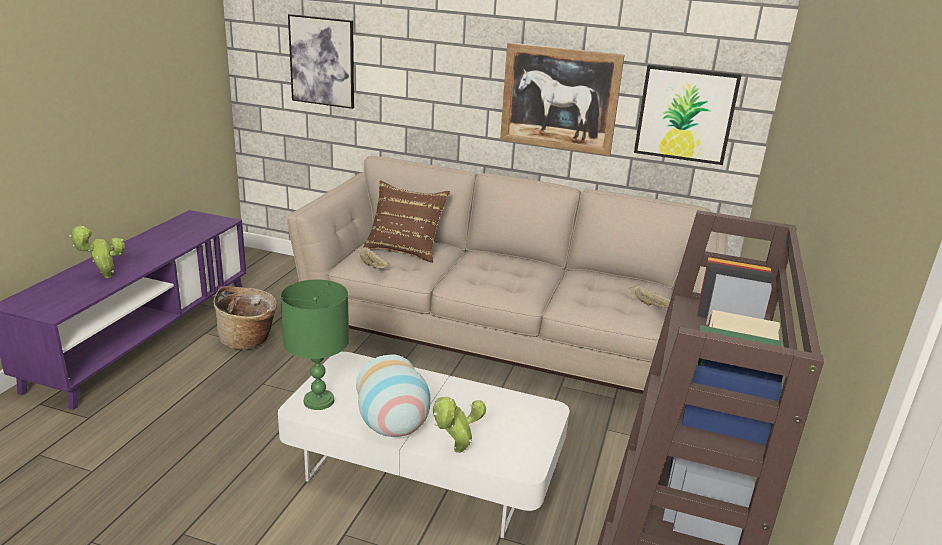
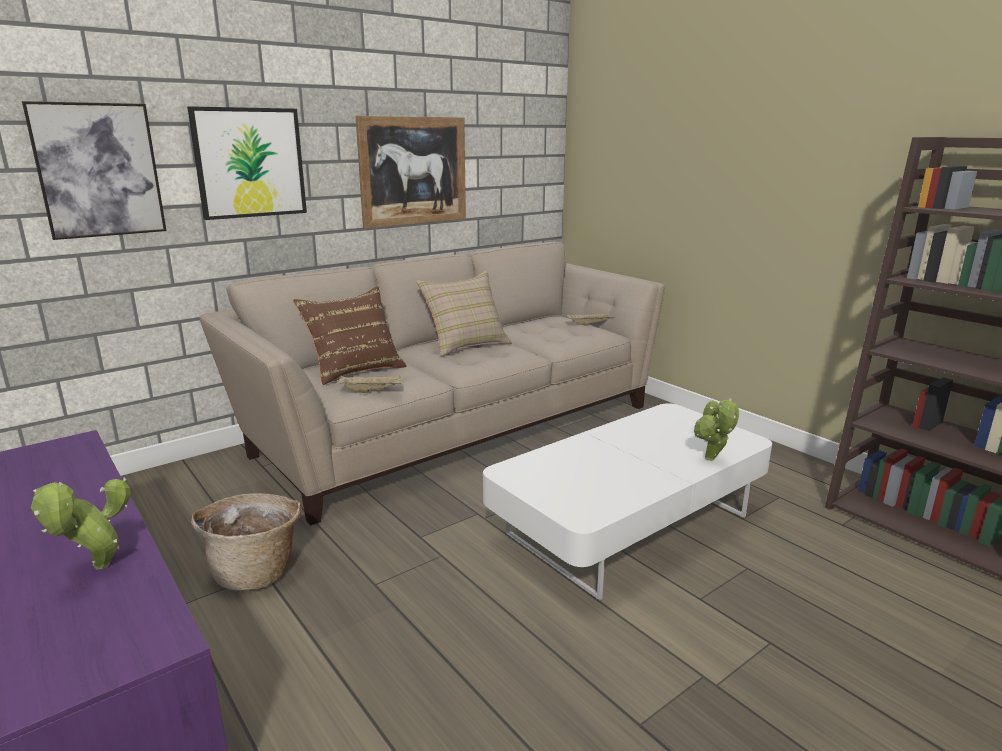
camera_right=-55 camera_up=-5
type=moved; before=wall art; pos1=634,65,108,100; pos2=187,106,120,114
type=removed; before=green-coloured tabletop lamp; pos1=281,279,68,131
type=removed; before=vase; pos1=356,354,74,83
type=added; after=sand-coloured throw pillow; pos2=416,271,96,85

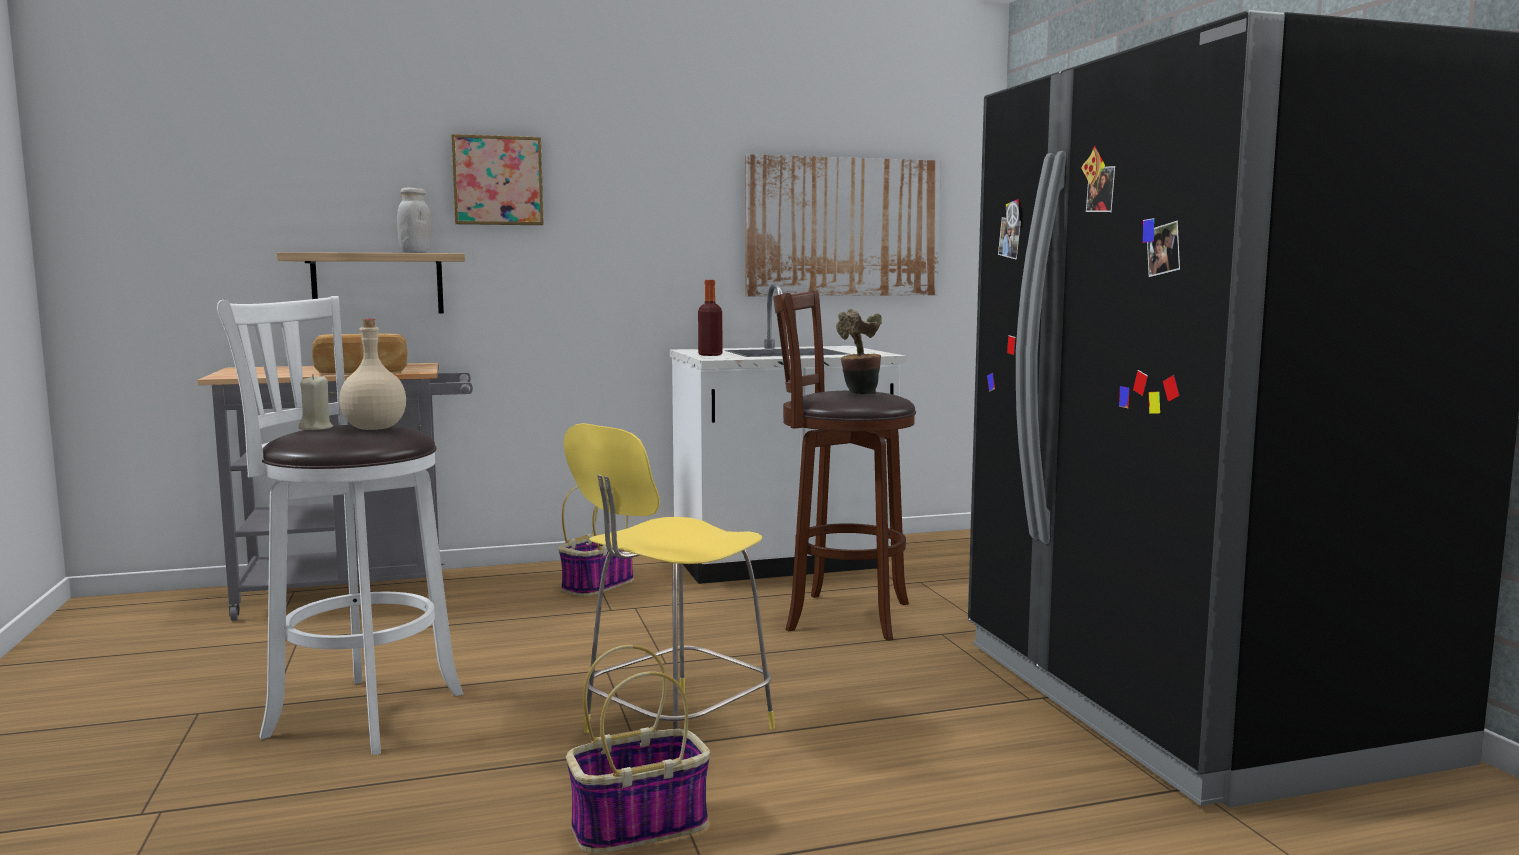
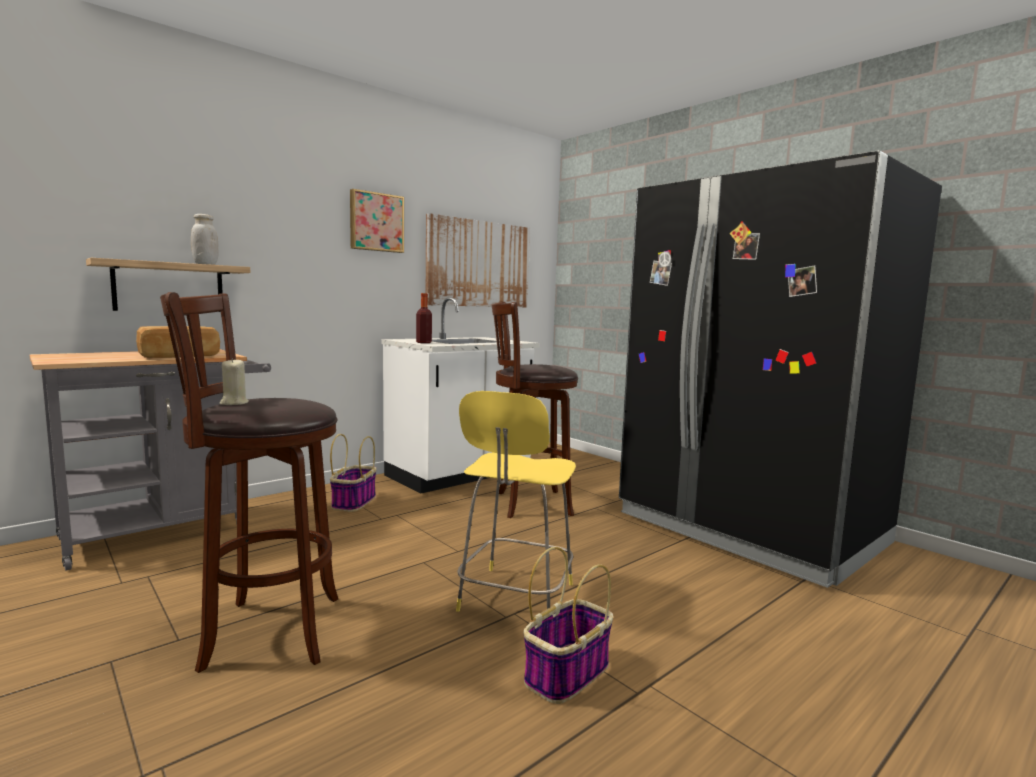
camera_right=-25 camera_up=0
type=moved; before=wall art; pos1=451,134,93,91; pos2=350,189,54,64
type=recoloured; before=white stool seat; after=brown stool seat; pos1=217,296,247,459; pos2=160,292,178,381
type=removed; before=plant in a pot; pos1=836,309,46,85
type=removed; before=sand-coloured drink bottle; pos1=339,319,67,111

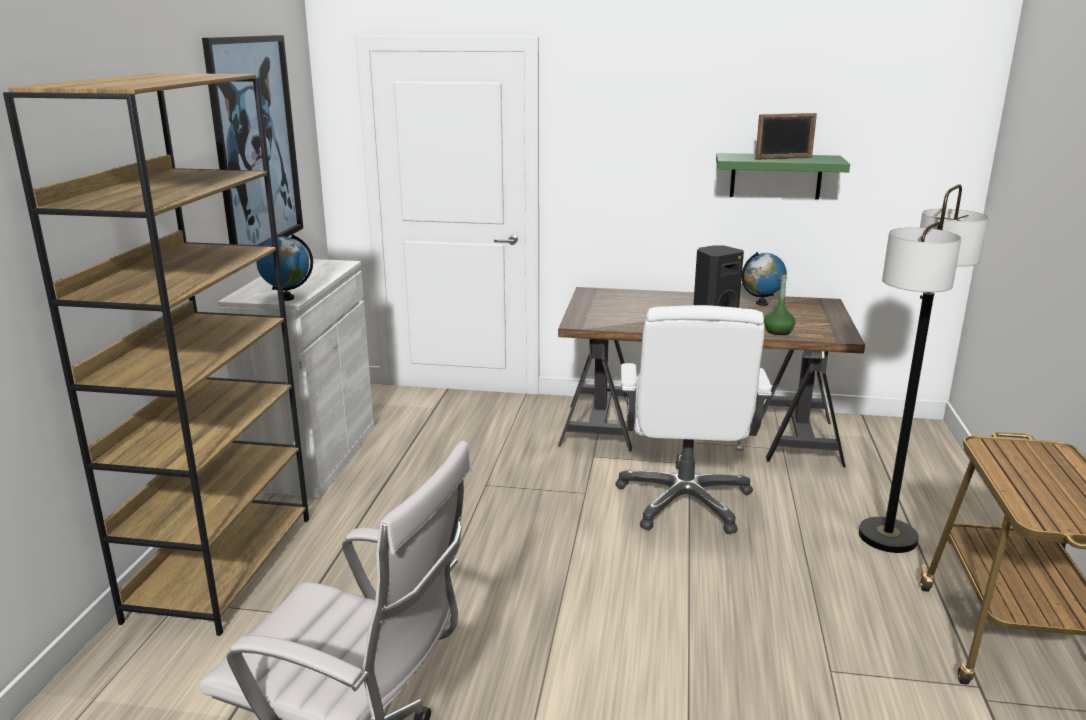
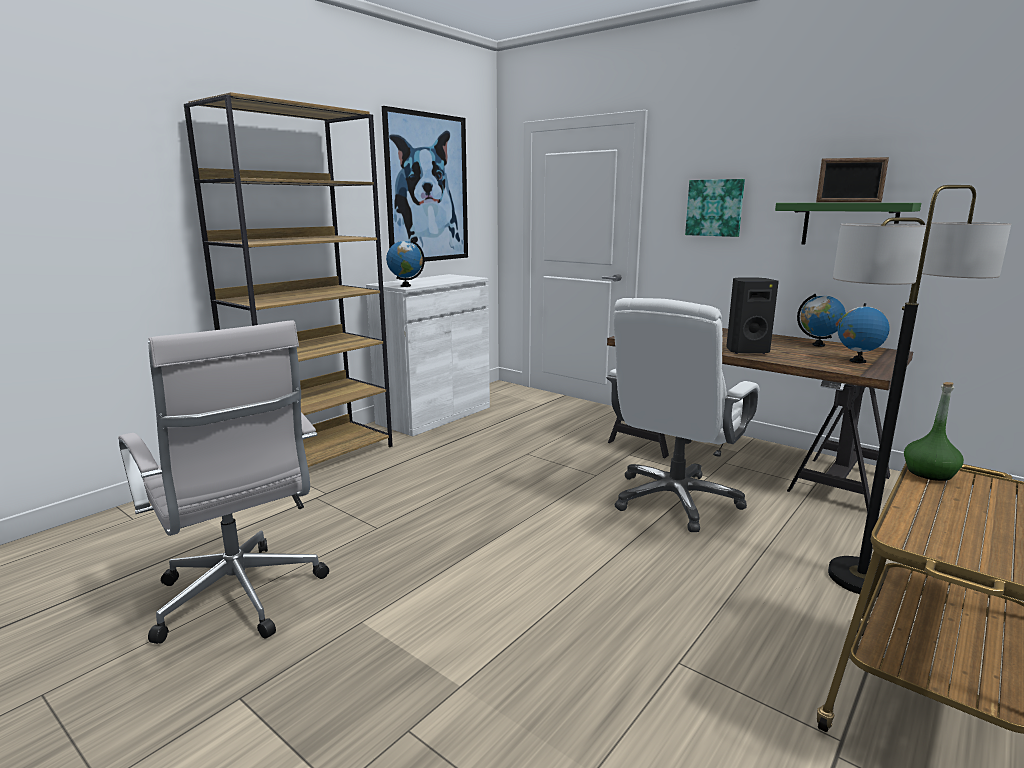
camera_right=30 camera_up=-5
type=moved; before=green-coloured drink bottle; pos1=764,275,32,60; pos2=904,382,60,99
type=added; after=wall art; pos2=685,179,60,58
type=added; after=desk globe; pos2=838,303,52,60

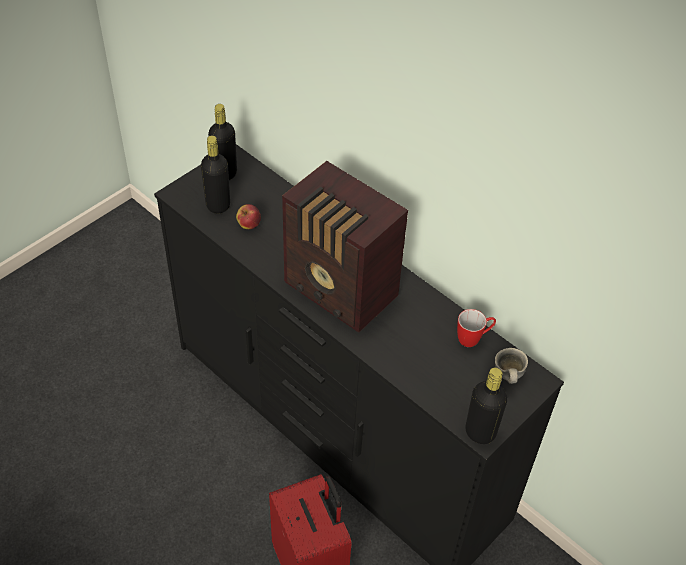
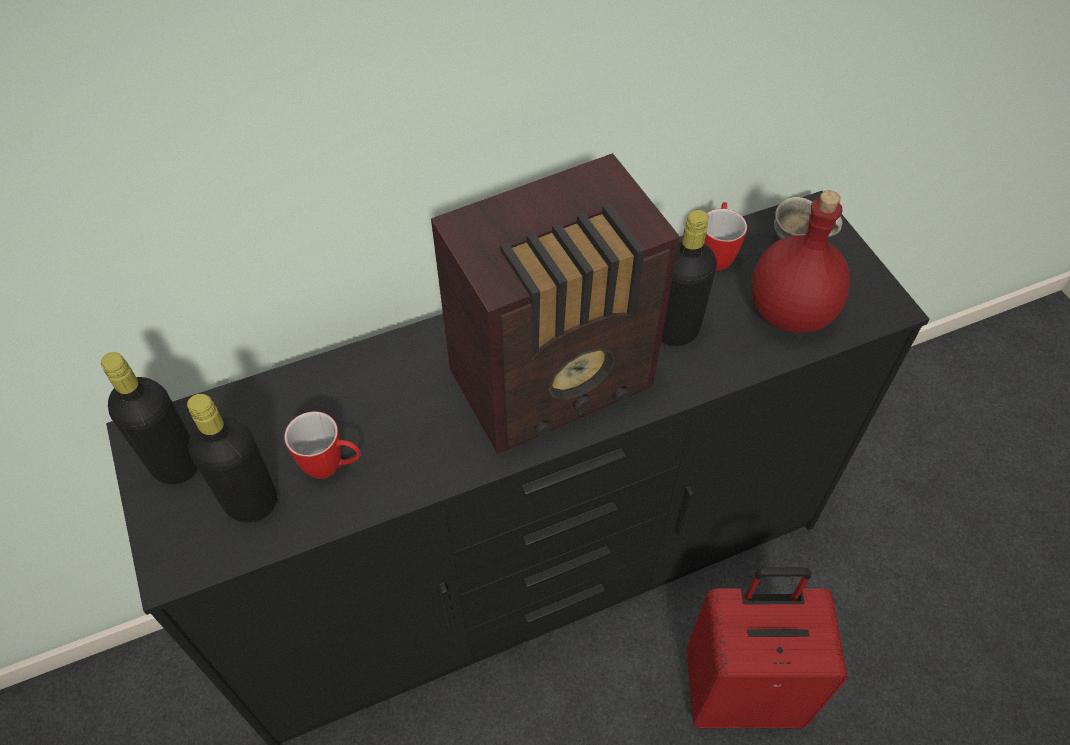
camera_right=-65 camera_up=5
type=replaced; before=apple fruit; after=mug; pos1=236,204,25,25; pos2=284,411,77,68
type=moved; before=blackish drink bottle; pos1=465,368,42,76; pos2=661,210,56,136
type=added; after=red-coloured drink bottle; pos2=751,190,99,143

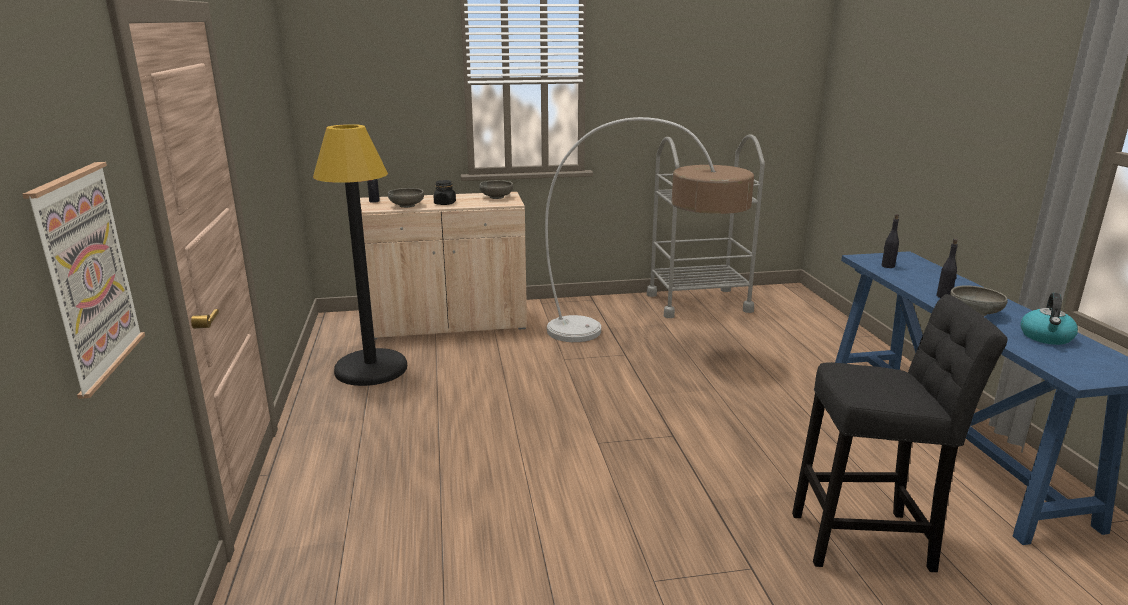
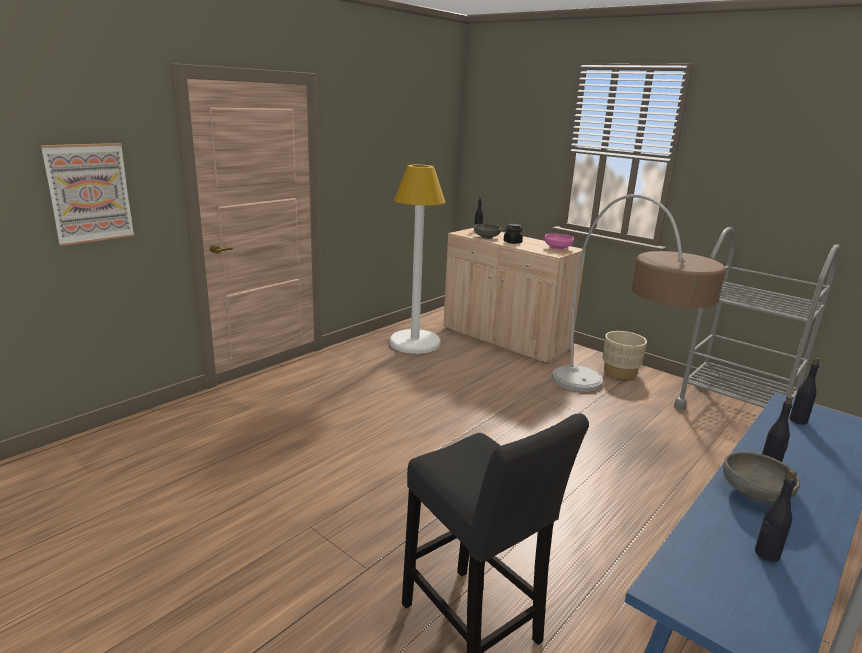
camera_right=50 camera_up=0
type=recoloured; before=blackish standard lamp; after=white standard lamp; pos1=313,124,94,262; pos2=389,165,56,189
type=recoloured; before=greyish bowl; after=pinkish bowl; pos1=479,180,34,19; pos2=544,233,30,17
type=replaced; before=kettle; after=blackish drink bottle; pos1=1021,293,57,52; pos2=755,470,42,92
type=added; after=sand-coloured flower pot; pos2=603,331,44,48

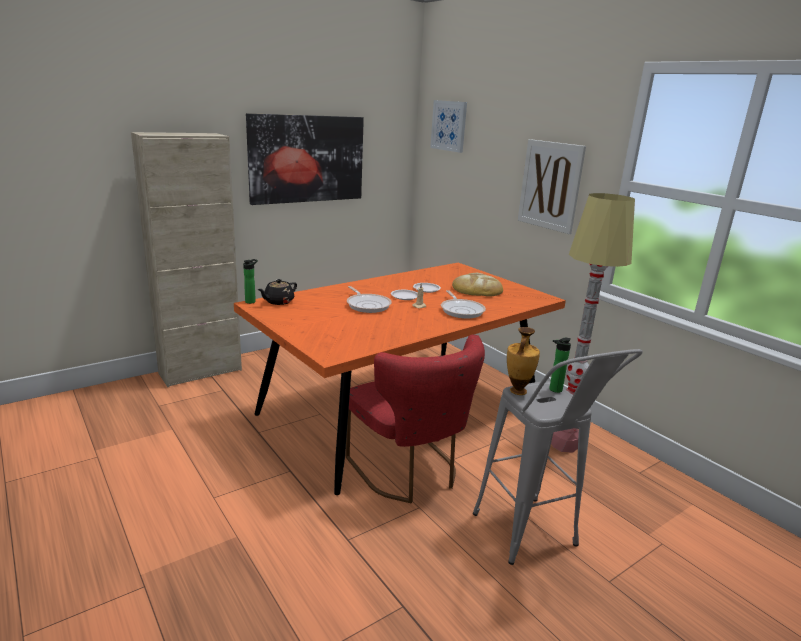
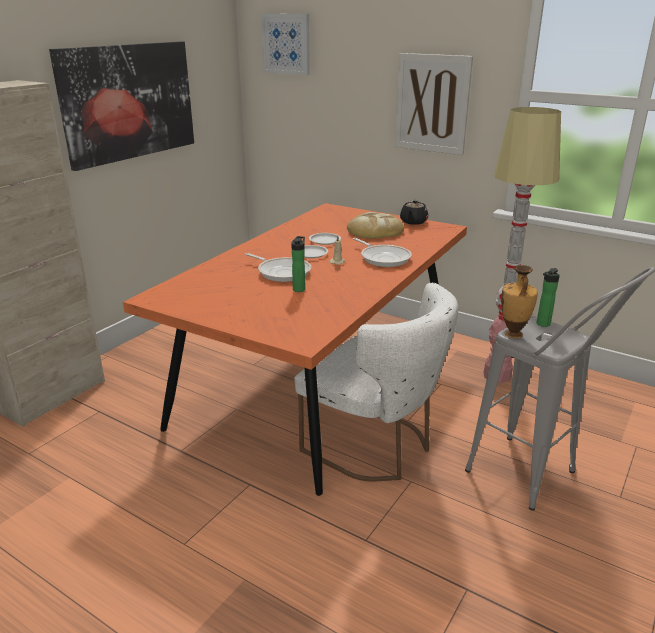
camera_right=-20 camera_up=5
type=moved; before=drink bottle; pos1=243,259,15,45; pos2=291,236,14,56
type=moved; before=blackish tea pot; pos1=258,279,39,26; pos2=400,200,28,25
type=recoloured; before=red-coloured chair; after=white chair; pos1=346,334,139,169; pos2=294,283,164,199

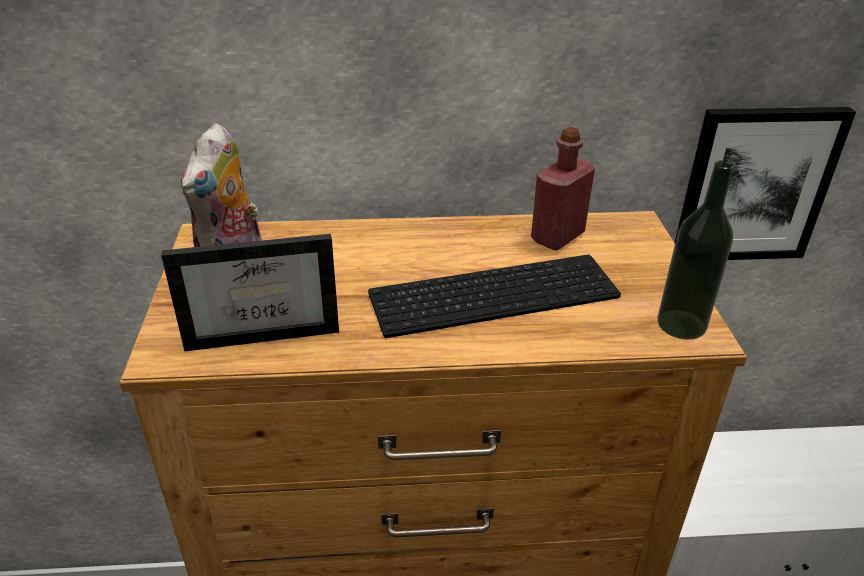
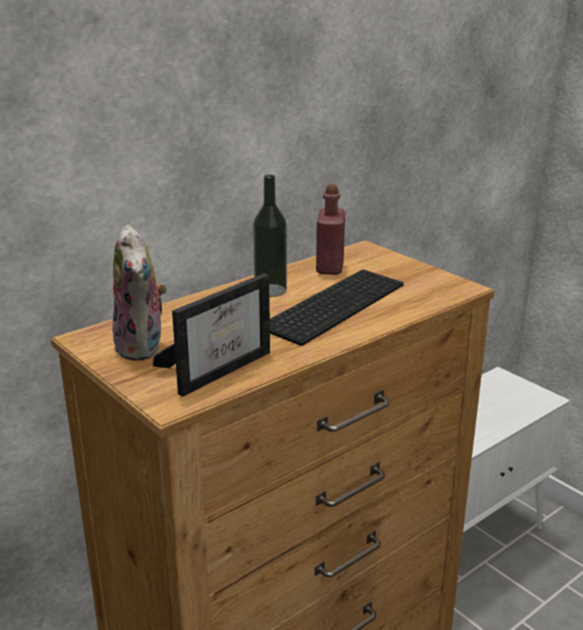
camera_right=-35 camera_up=-10
type=removed; before=wall art; pos1=674,107,182,153
type=moved; before=drink bottle; pos1=657,160,77,180; pos2=253,175,34,122

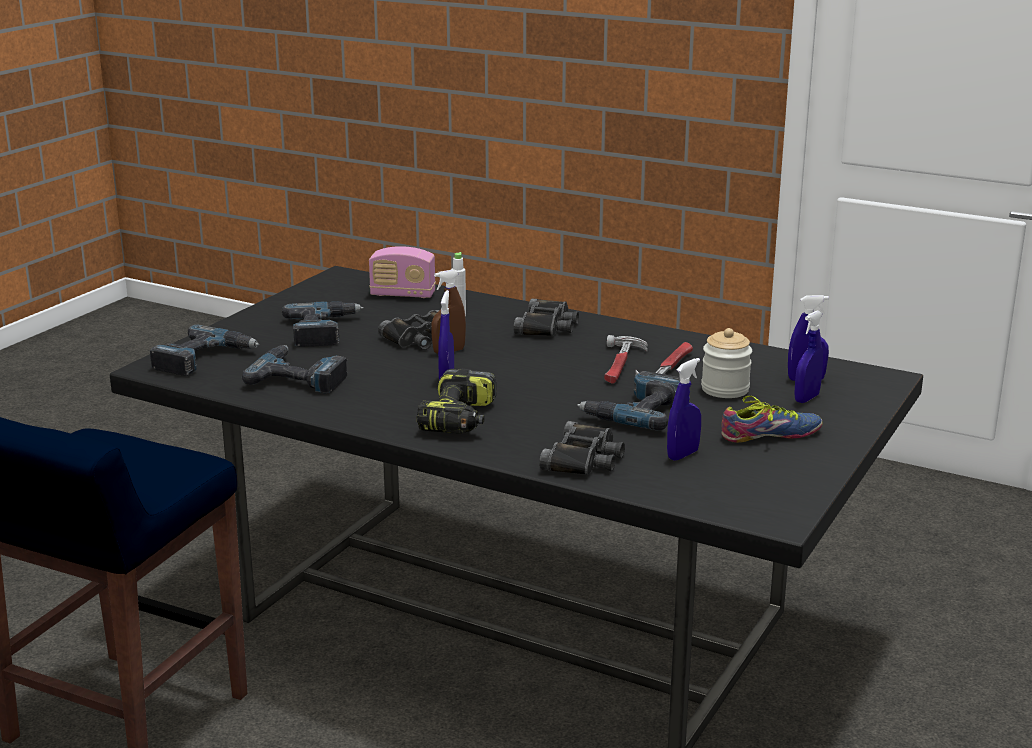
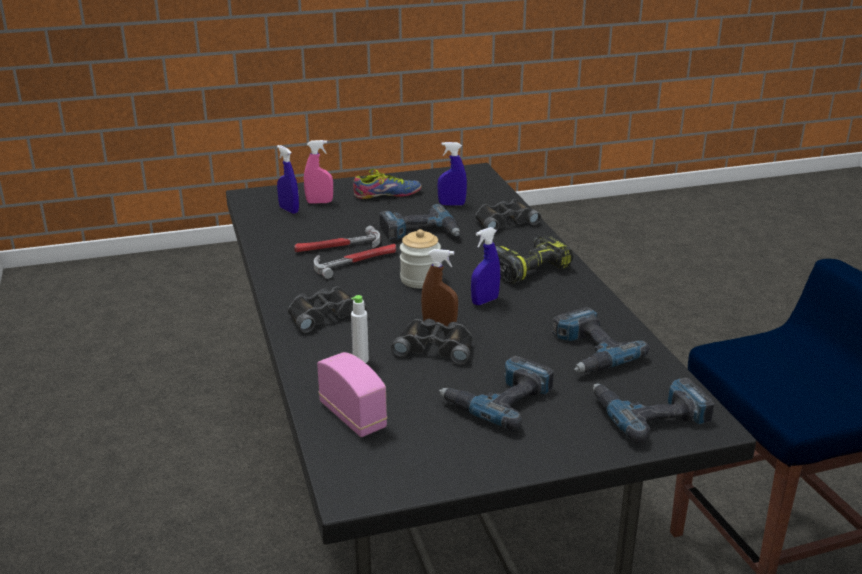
camera_right=-135 camera_up=5
type=recoloured; before=blue-coloured sprayer; after=pinkish sprayer; pos1=794,311,29,92; pos2=304,140,29,64
type=moved; before=jar; pos1=701,328,51,70; pos2=400,229,41,59
type=turned; before=shoe; pos1=721,396,102,47; pos2=353,169,69,30; turn=135

